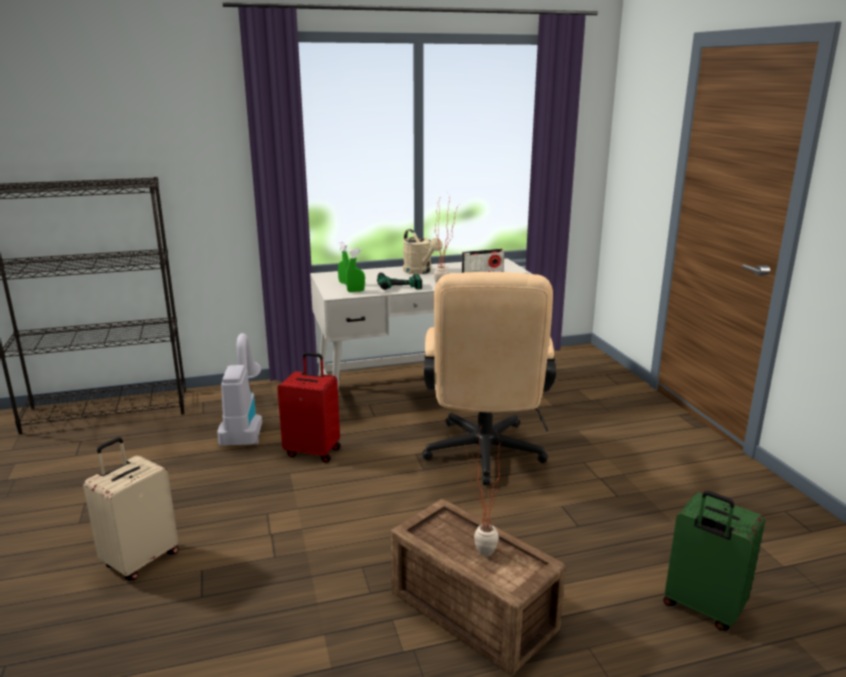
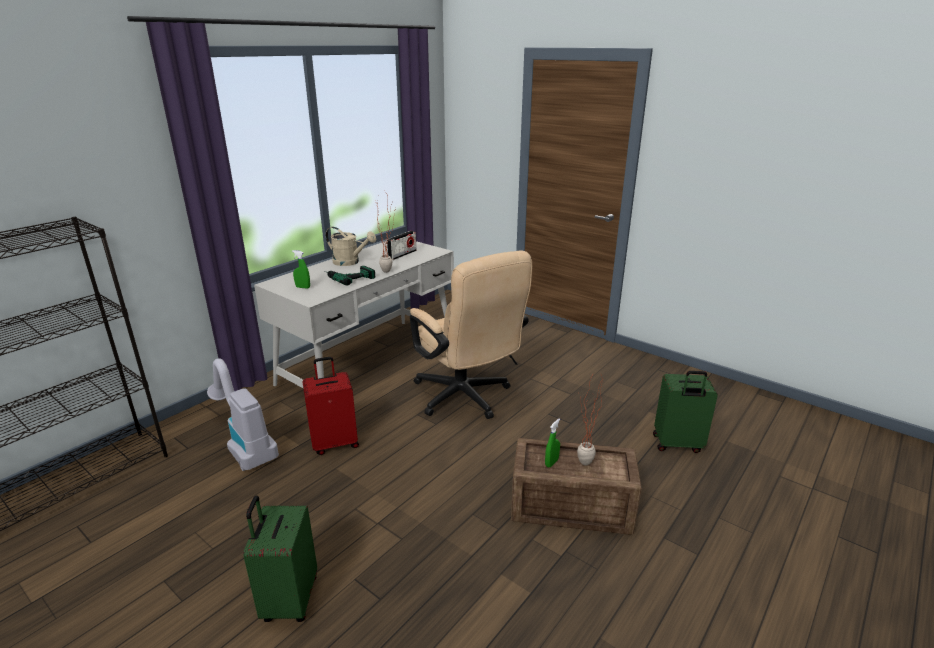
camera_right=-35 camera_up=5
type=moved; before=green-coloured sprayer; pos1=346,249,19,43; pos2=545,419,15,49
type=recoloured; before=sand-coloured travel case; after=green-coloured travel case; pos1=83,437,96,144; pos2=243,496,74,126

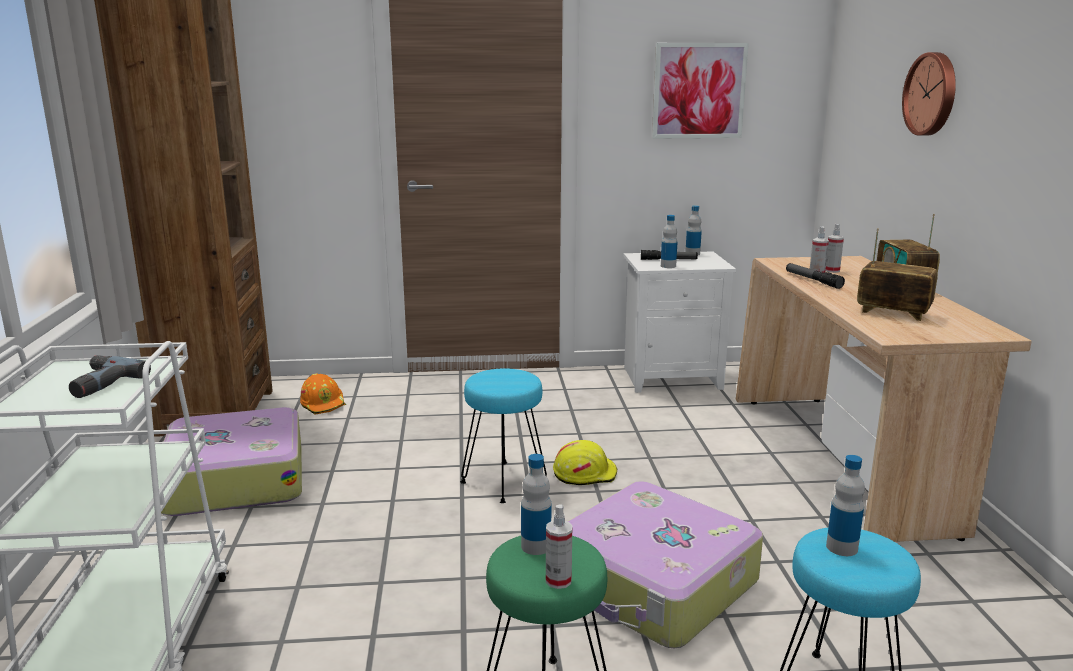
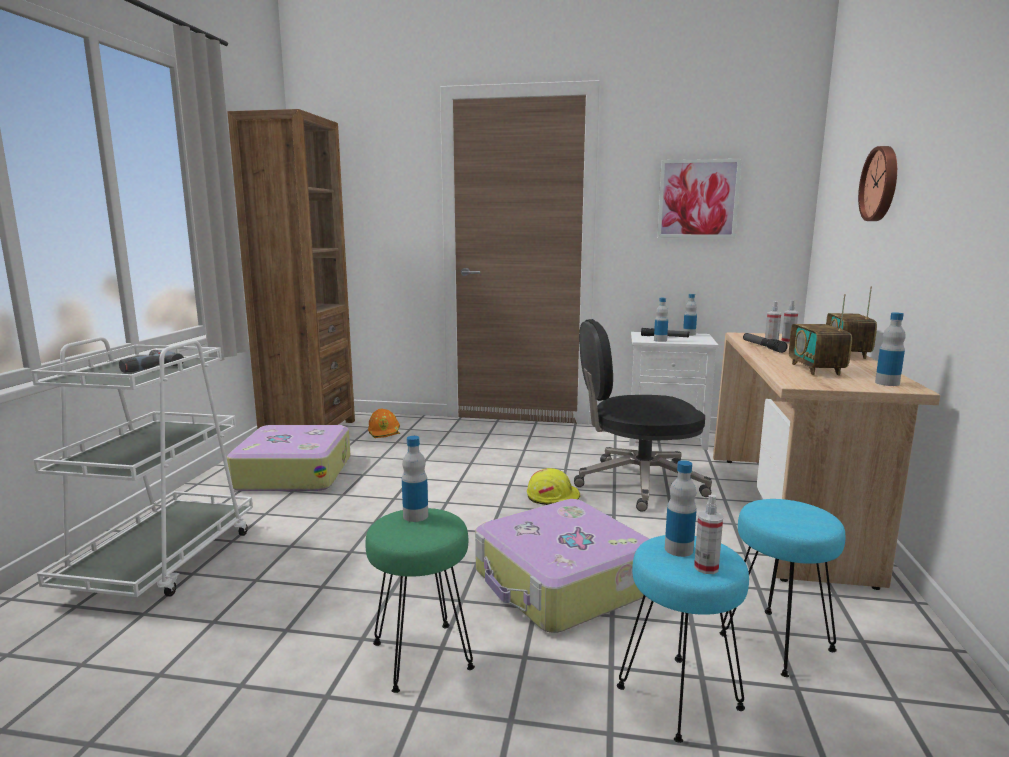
camera_right=15 camera_up=-5
type=turned; before=radio receiver; pos1=857,228,81,93; pos2=789,294,63,82; turn=-135
type=moved; before=turquoise stool seat; pos1=460,368,87,135; pos2=719,499,126,178
type=moved; before=sprayer; pos1=546,504,26,85; pos2=694,495,29,79
type=added; after=drink bottle; pos2=875,312,31,74
type=added; after=blackish office chair; pos2=574,319,138,193

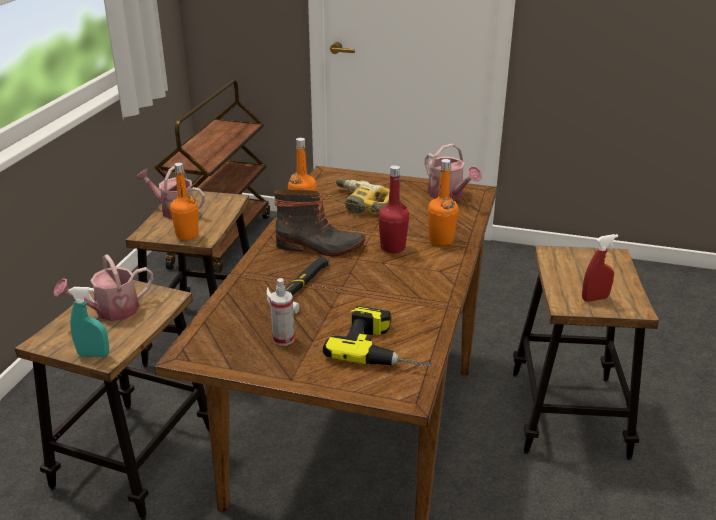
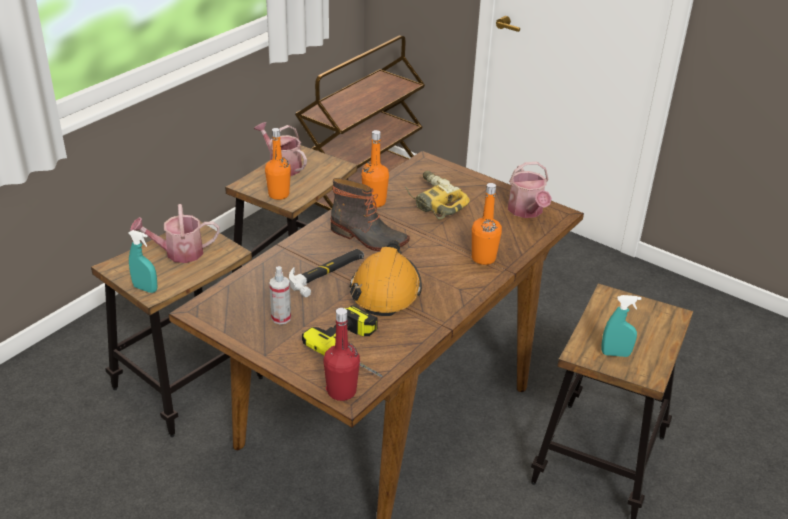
camera_right=20 camera_up=5
type=moved; before=red-coloured drink bottle; pos1=378,165,31,88; pos2=323,308,37,93
type=recoloured; before=red-coloured sprayer; after=turquoise sprayer; pos1=582,234,36,68; pos2=601,295,40,62
type=added; after=orange work helmet; pos2=350,240,72,76

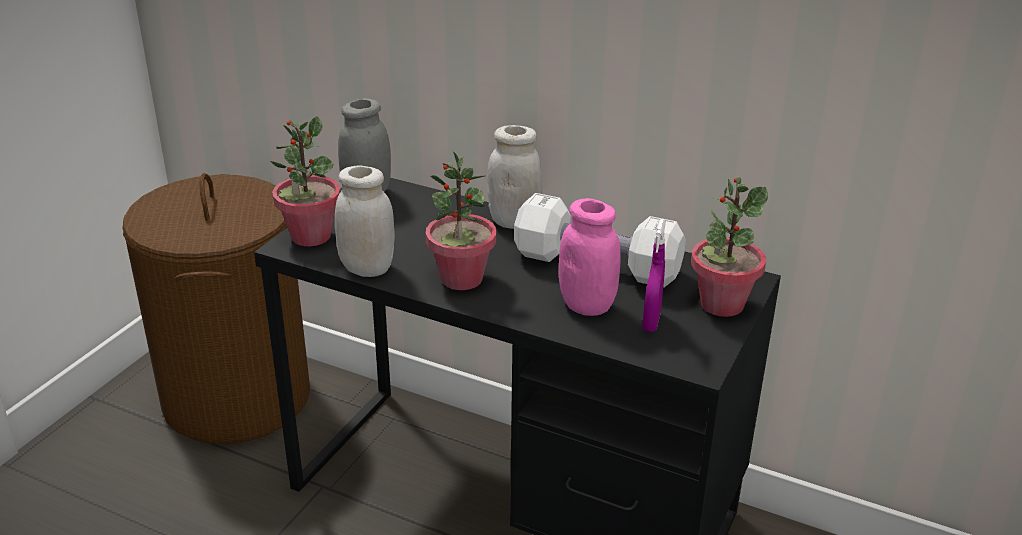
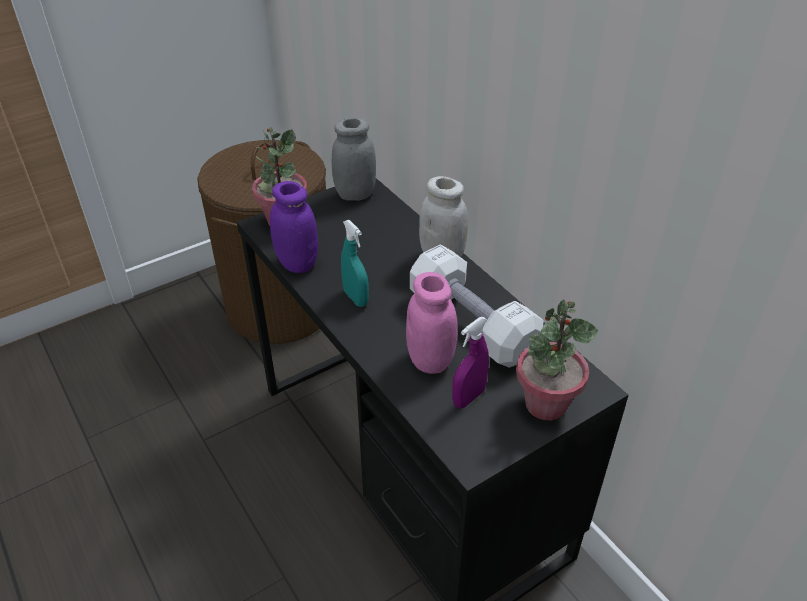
camera_right=30 camera_up=10
type=replaced; before=plant in a pot; after=turquoise sprayer; pos1=426,151,70,139; pos2=341,220,28,87
type=recoloured; before=white jar; after=purple-coloured jar; pos1=335,165,60,112; pos2=270,181,48,92

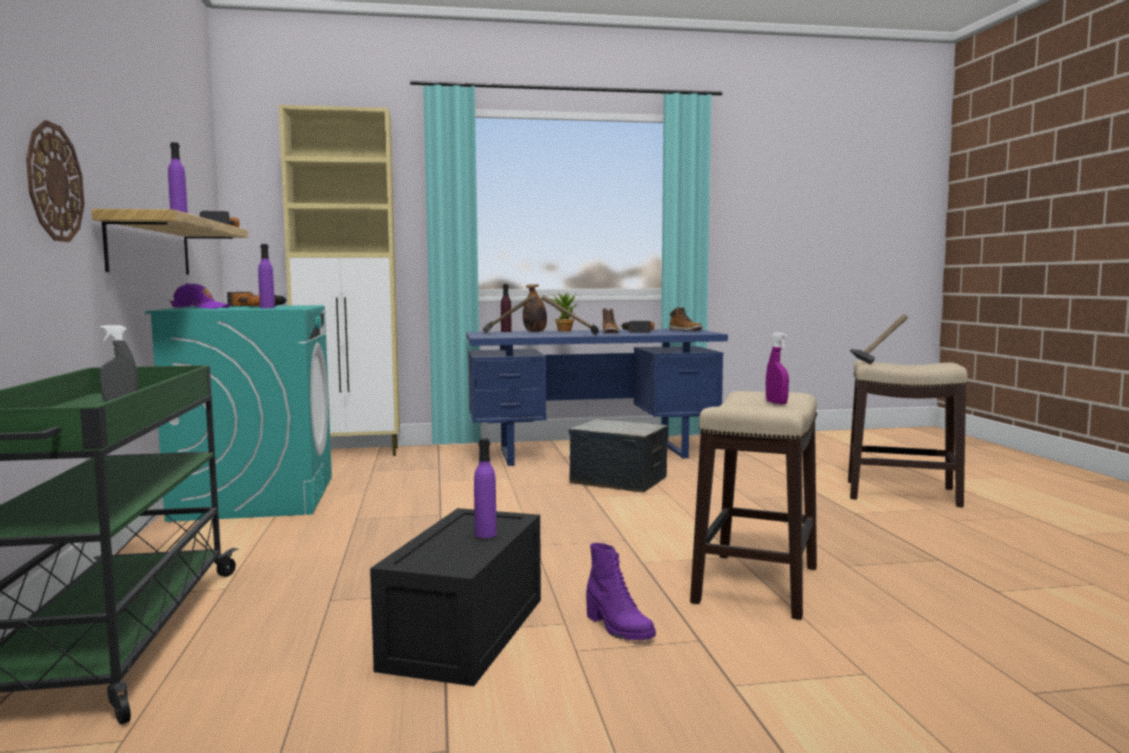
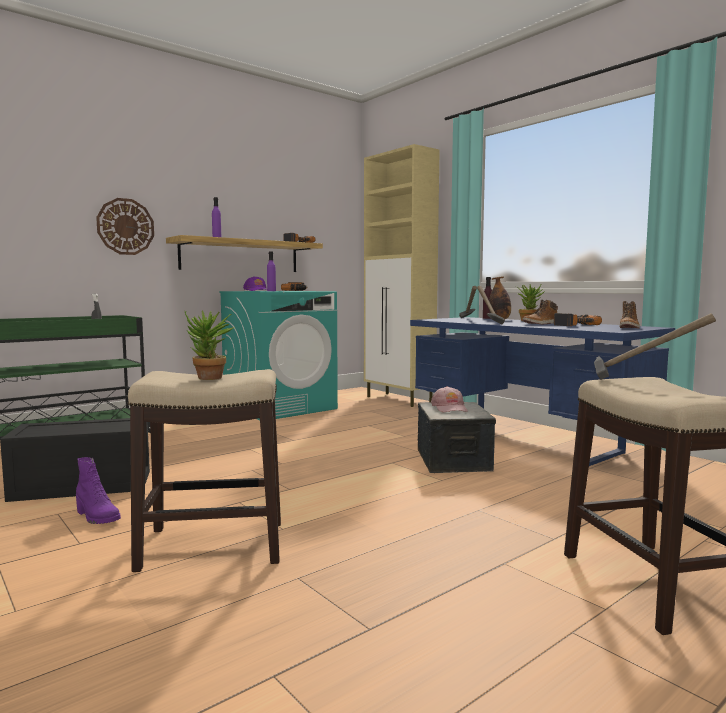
camera_right=60 camera_up=0
type=replaced; before=purple-coloured sprayer; after=plant in a pot; pos1=766,333,23,71; pos2=184,310,51,70
type=removed; before=purple-coloured drink bottle; pos1=474,438,23,100
type=turned; before=purple-coloured high-top boot; pos1=586,543,70,97; pos2=76,457,45,67; turn=-75
type=added; after=pinkish cap; pos2=431,386,37,26

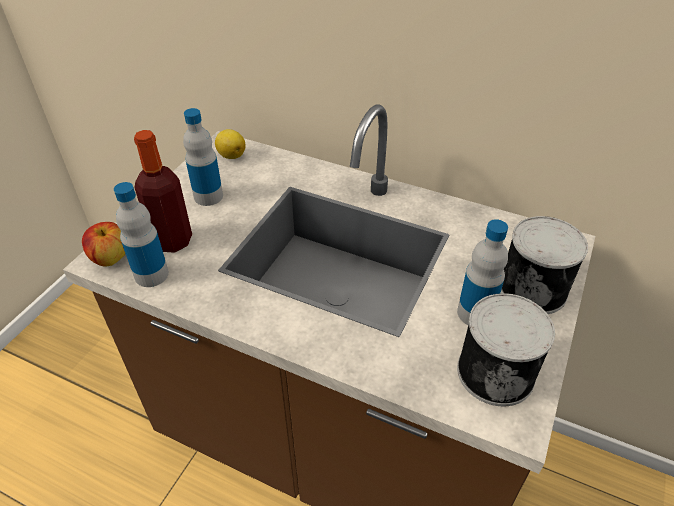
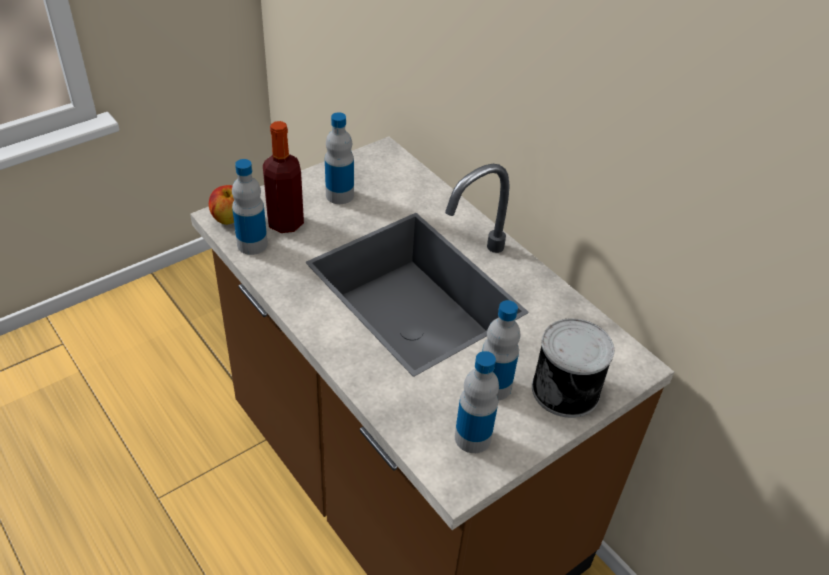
camera_right=25 camera_up=0
type=removed; before=whole lemon; pos1=215,129,31,30
type=replaced; before=metal can; after=drink bottle; pos1=457,293,98,113; pos2=455,351,44,102

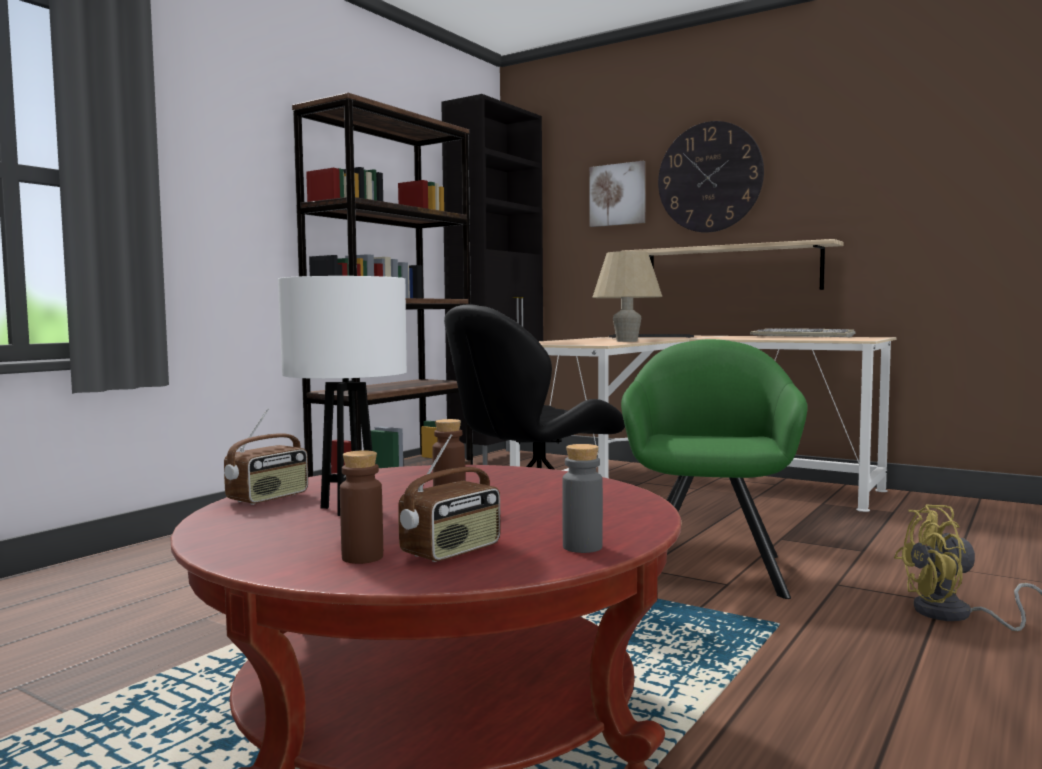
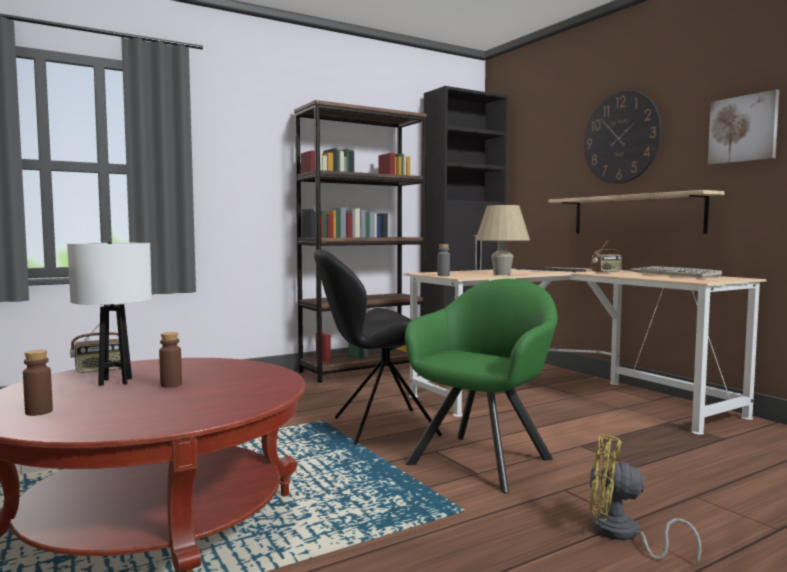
camera_right=25 camera_up=0
type=moved; before=wall art; pos1=589,161,57,66; pos2=708,89,71,76
type=moved; before=radio receiver; pos1=398,434,103,128; pos2=592,240,30,33
type=moved; before=greyish drink bottle; pos1=562,444,41,109; pos2=438,244,12,32

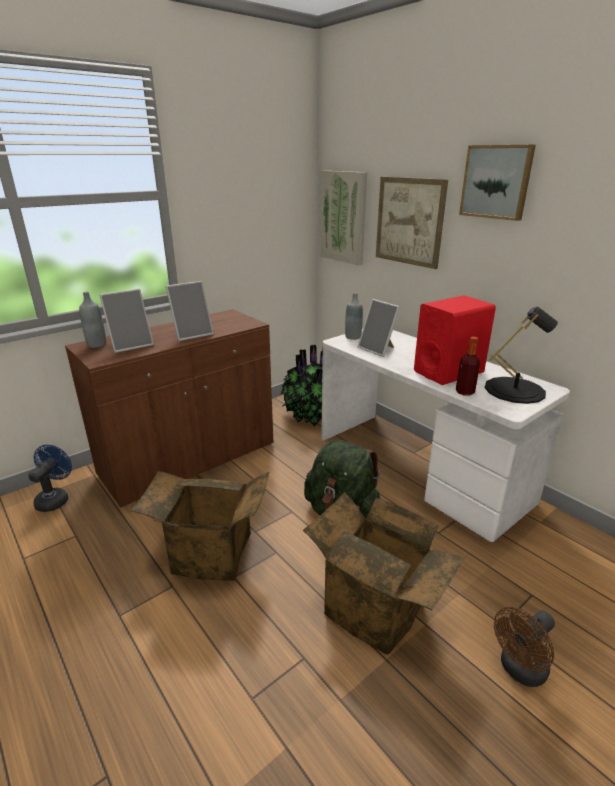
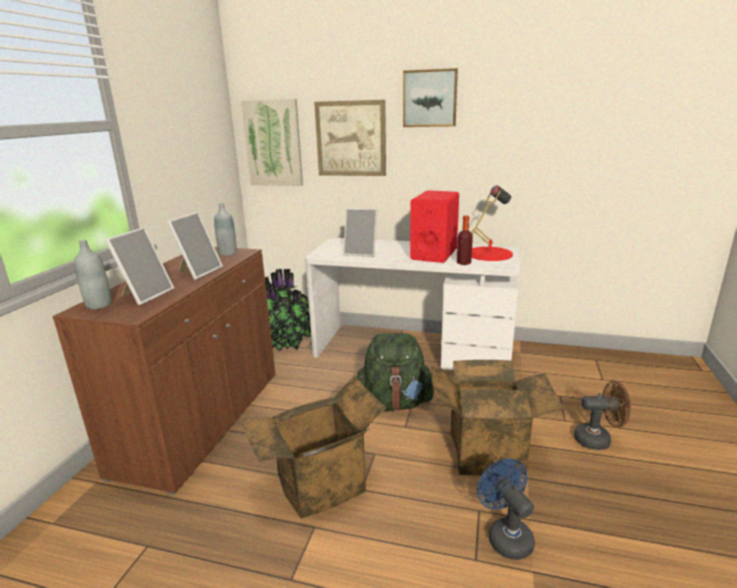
camera_right=-35 camera_up=-5
type=moved; before=greyish drink bottle; pos1=345,293,18,47; pos2=214,203,23,53
type=recoloured; before=blackish tabletop lamp; after=red-coloured tabletop lamp; pos1=485,306,73,98; pos2=472,185,41,76
type=moved; before=blue-coloured electric fan; pos1=28,445,44,67; pos2=477,458,58,102
type=turned; before=brown electric fan; pos1=494,607,61,80; pos2=574,381,57,69; turn=-105

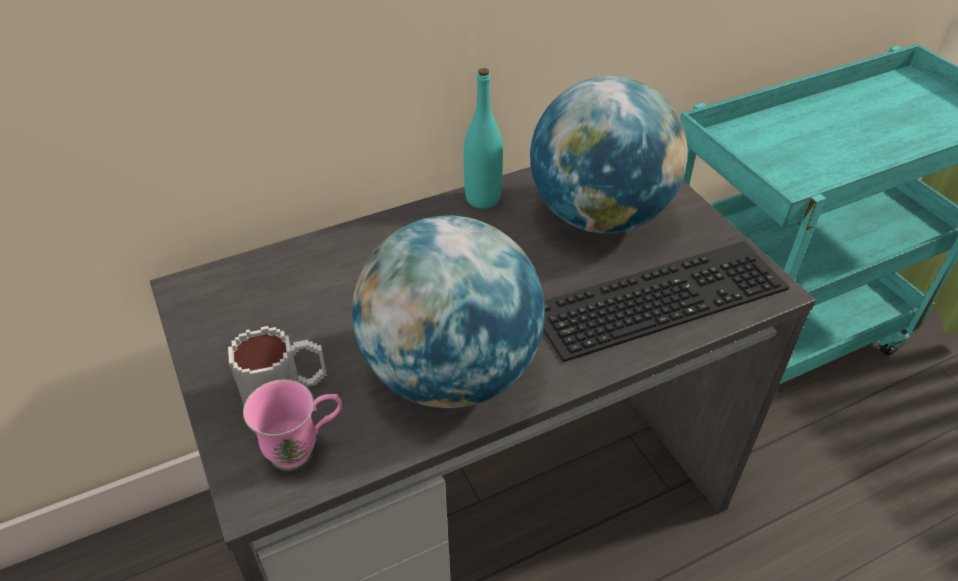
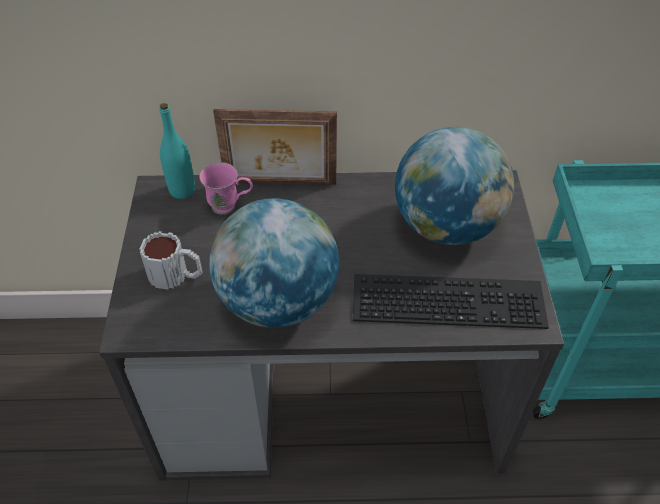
camera_right=25 camera_up=5
type=moved; before=turquoise drink bottle; pos1=464,68,39,141; pos2=160,103,35,96
type=moved; before=pinkish mug; pos1=243,379,99,92; pos2=200,162,53,53
type=added; after=standing frame; pos2=213,109,124,76

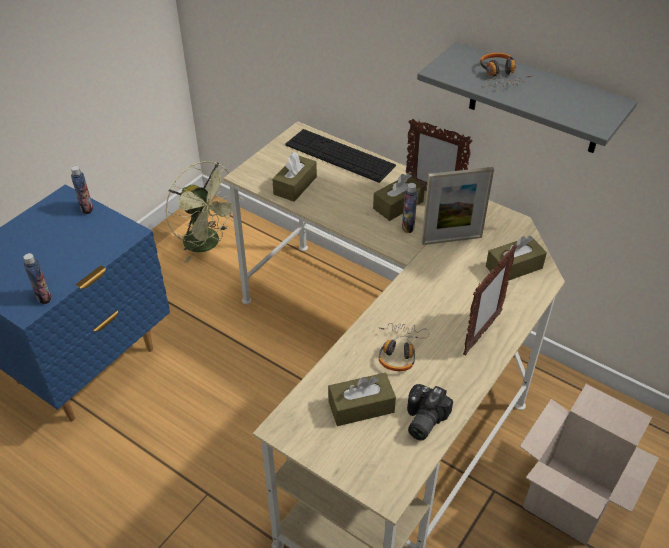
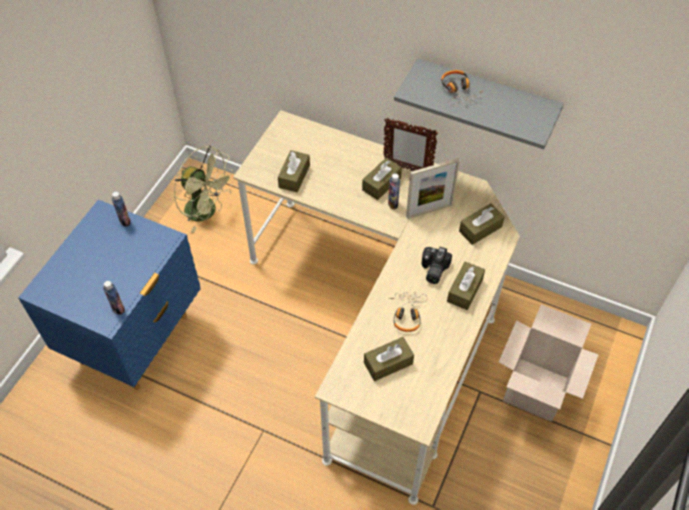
camera_right=-10 camera_up=10
type=removed; before=keyboard; pos1=285,129,111,54
type=replaced; before=standing frame; after=brown box of tissues; pos1=463,244,54,111; pos2=447,261,38,49
type=moved; before=photo camera; pos1=407,384,46,57; pos2=422,247,30,37

